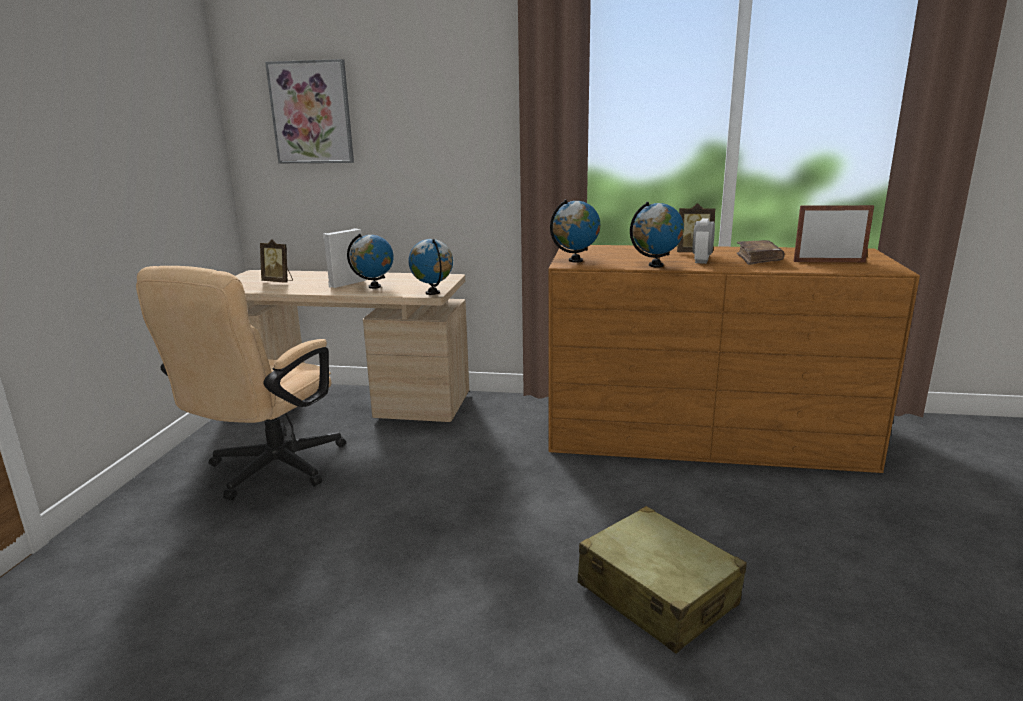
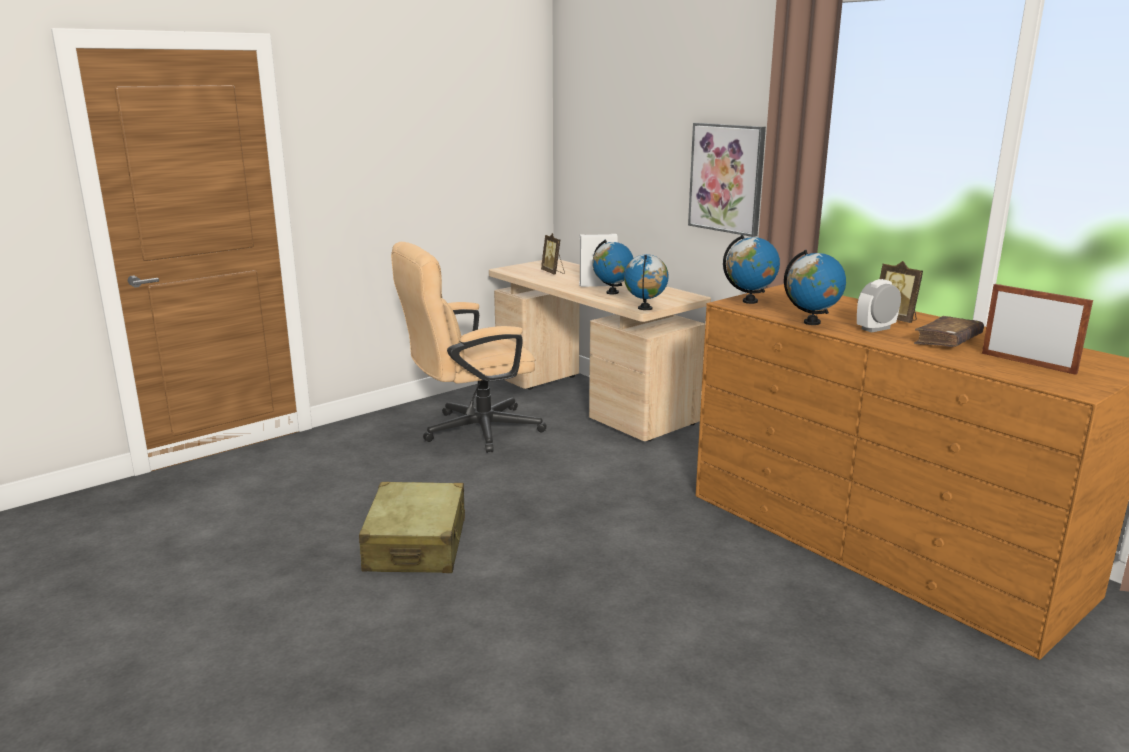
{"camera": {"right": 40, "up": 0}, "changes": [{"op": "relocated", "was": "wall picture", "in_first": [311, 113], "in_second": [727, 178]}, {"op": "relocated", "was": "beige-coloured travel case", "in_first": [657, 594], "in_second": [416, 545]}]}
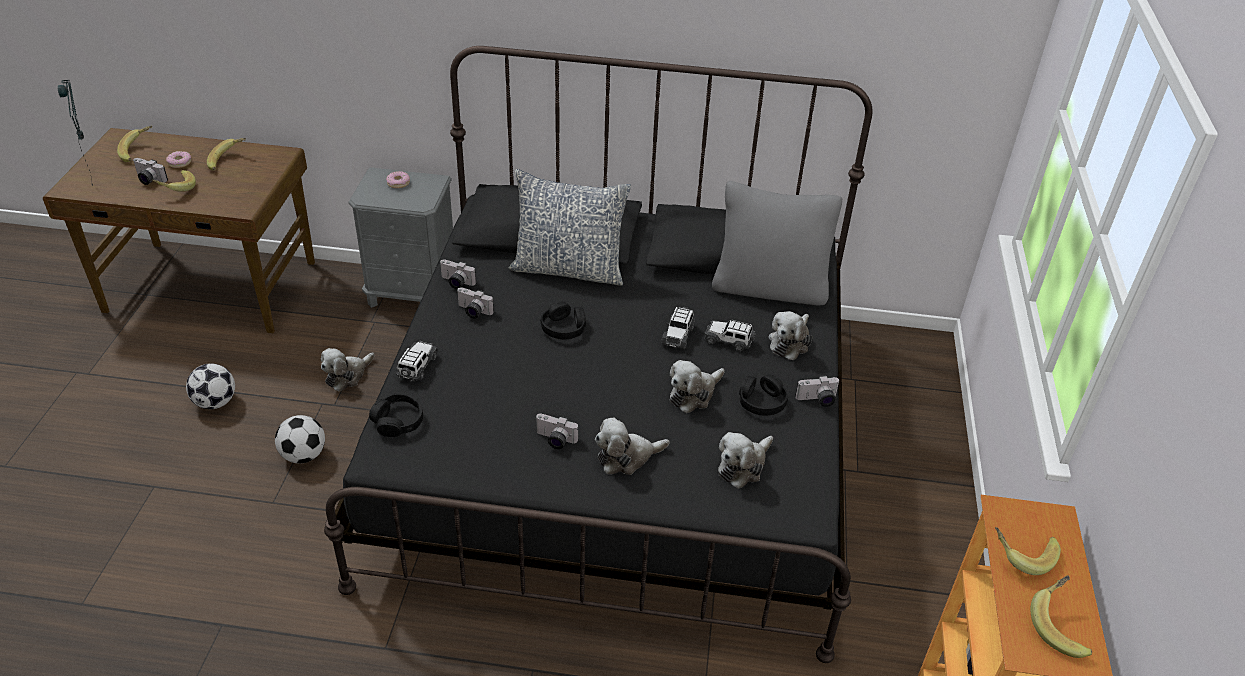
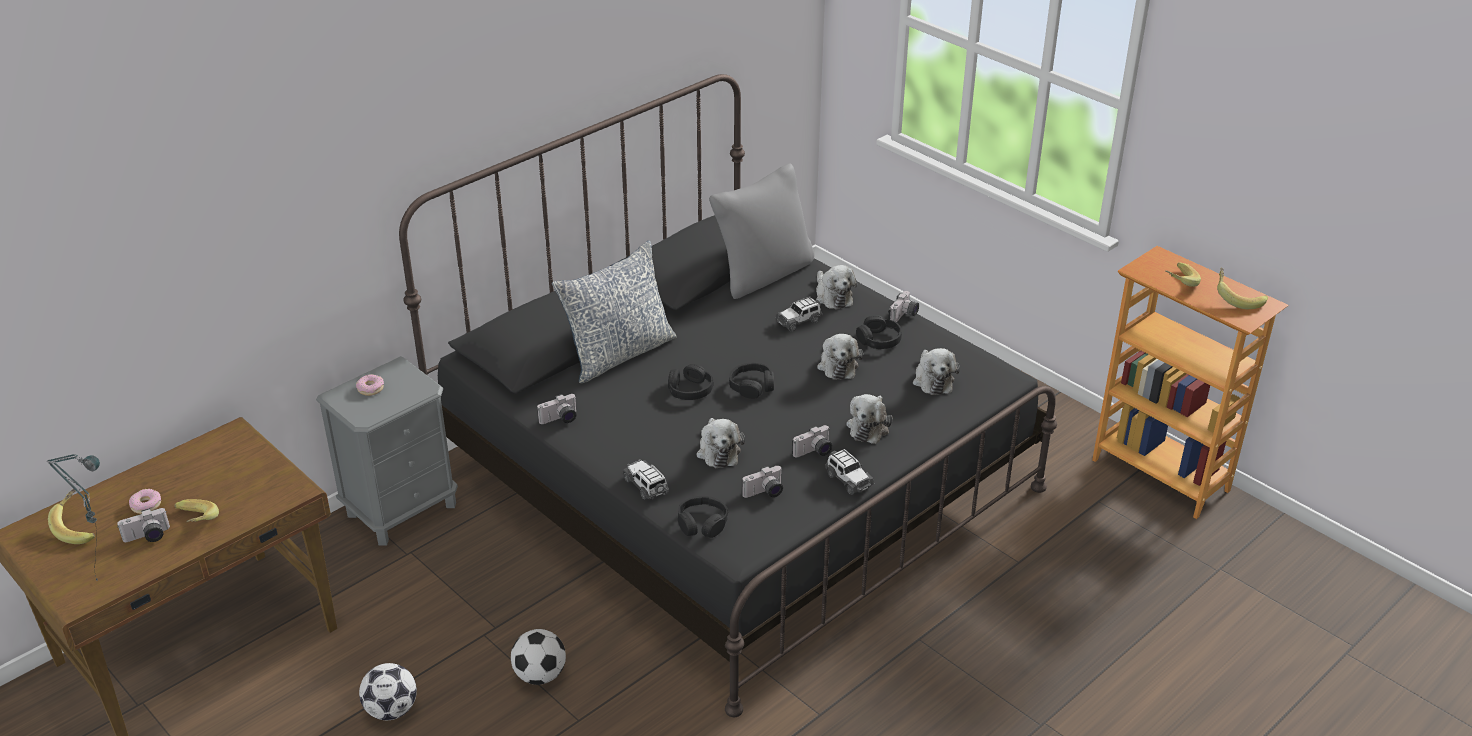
{"camera": {"right": -50, "up": -5}, "changes": [{"op": "missing", "was": "whole banana", "in_first": [229, 162]}, {"op": "appeared", "now": "blackish pair of headphones", "in_second": [752, 386]}, {"op": "relocated", "was": "soft toy", "in_first": [347, 375], "in_second": [718, 451]}, {"op": "relocated", "was": "still camera", "in_first": [473, 312], "in_second": [764, 493]}, {"op": "relocated", "was": "model car", "in_first": [678, 335], "in_second": [848, 480]}]}
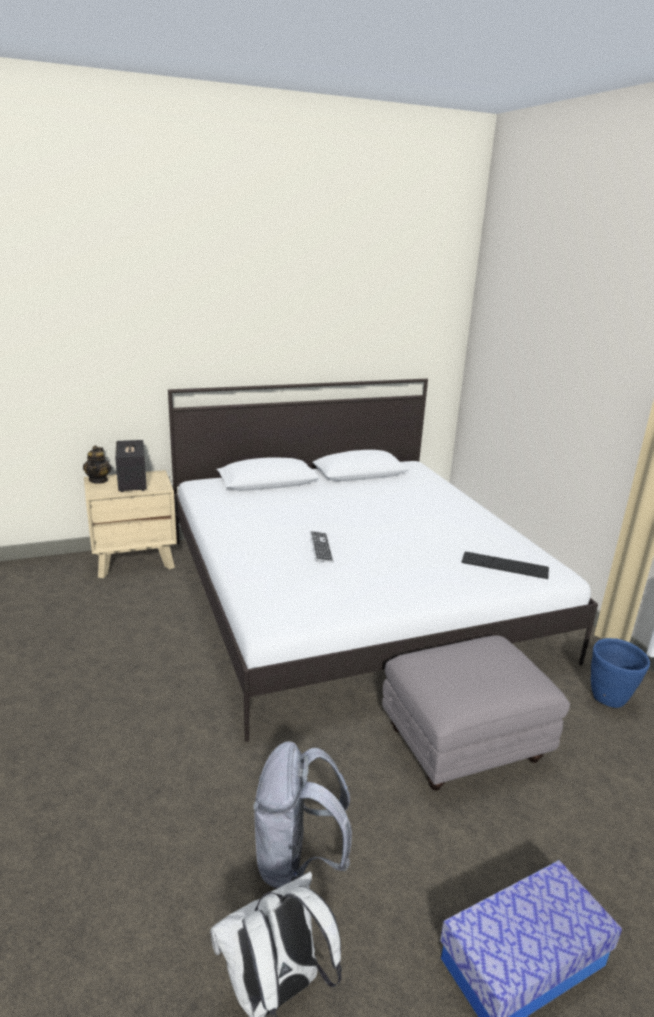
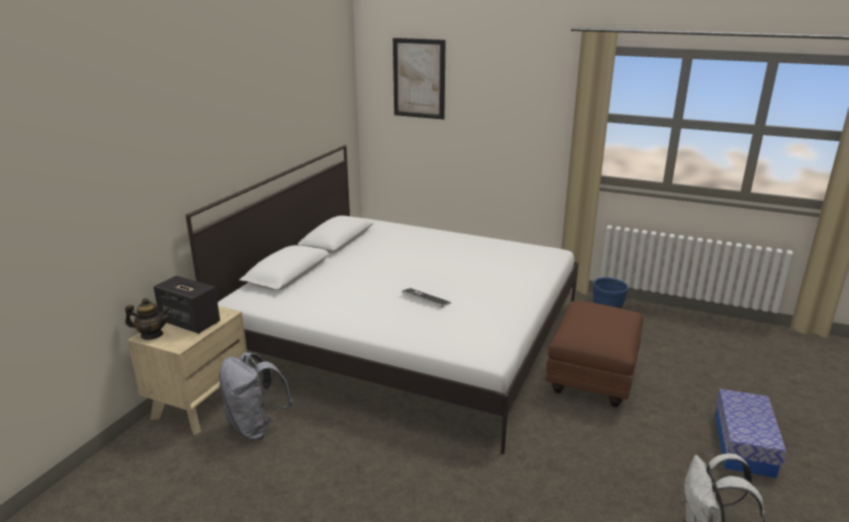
{"camera": {"right": -45, "up": 0}, "changes": [{"op": "missing", "was": "keyboard", "in_first": [504, 565]}, {"op": "appeared", "now": "wall picture", "in_second": [419, 78]}, {"op": "relocated", "was": "grey knapsack", "in_first": [297, 860], "in_second": [256, 427]}, {"op": "colour", "was": "grey pouffe", "now": "brown-coloured pouffe", "in_first": [465, 744], "in_second": [592, 377]}, {"op": "spun", "was": "pot for tea", "in_first": [98, 480], "in_second": [152, 335], "clockwise": -45}]}
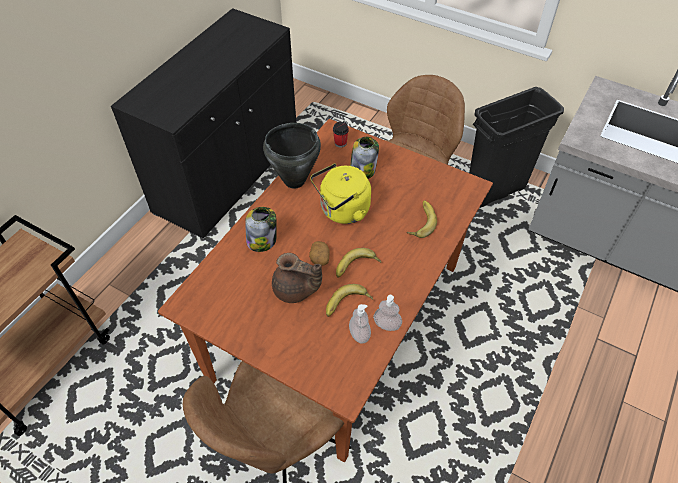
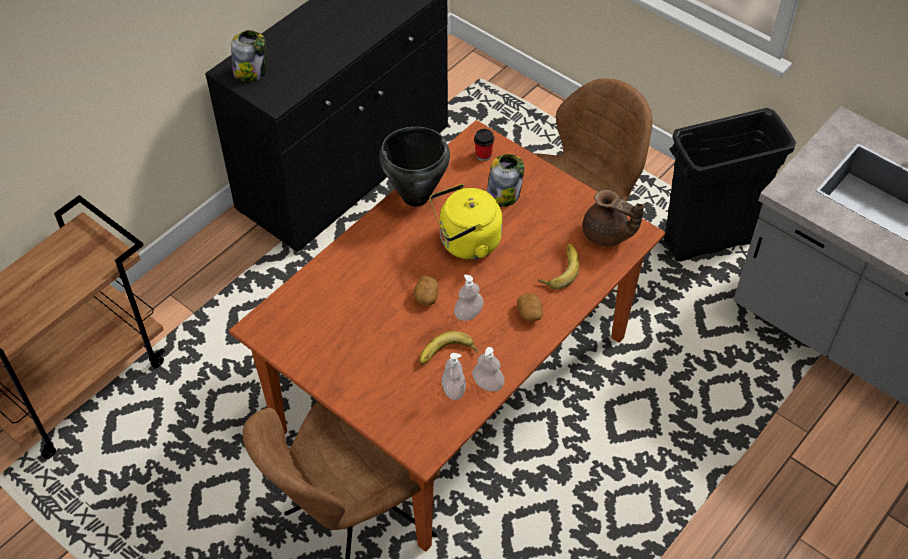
{"camera": {"right": 10, "up": 0}, "changes": [{"op": "appeared", "now": "potato", "in_second": [530, 313]}, {"op": "relocated", "was": "storage jar", "in_first": [262, 240], "in_second": [251, 71]}, {"op": "relocated", "was": "brown-coloured pot for tea", "in_first": [295, 290], "in_second": [606, 235]}, {"op": "exchanged", "was": "whole banana", "now": "soap dispenser", "in_first": [357, 267], "in_second": [468, 313]}]}
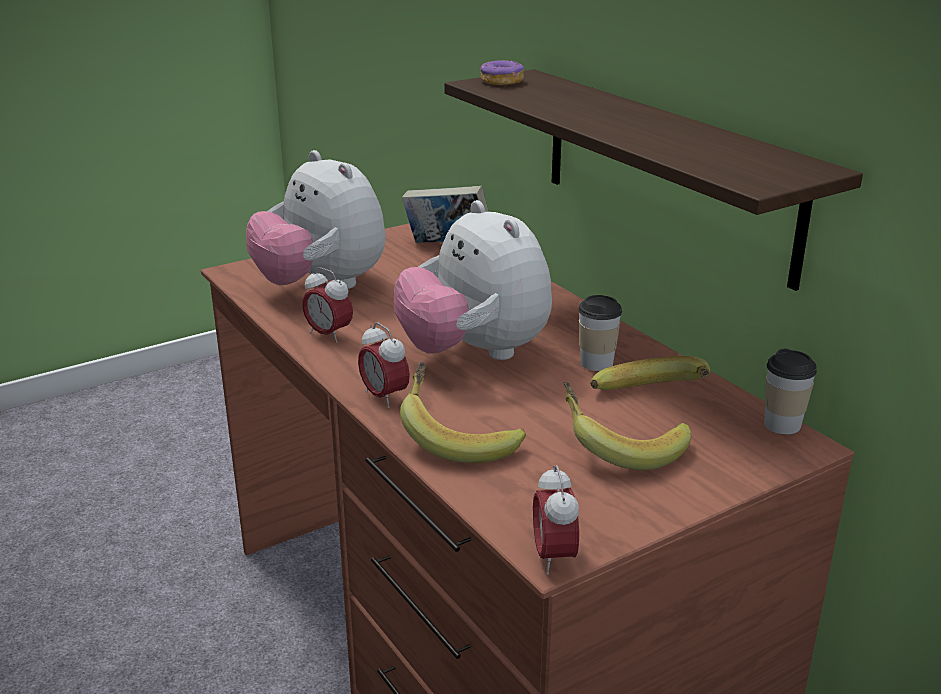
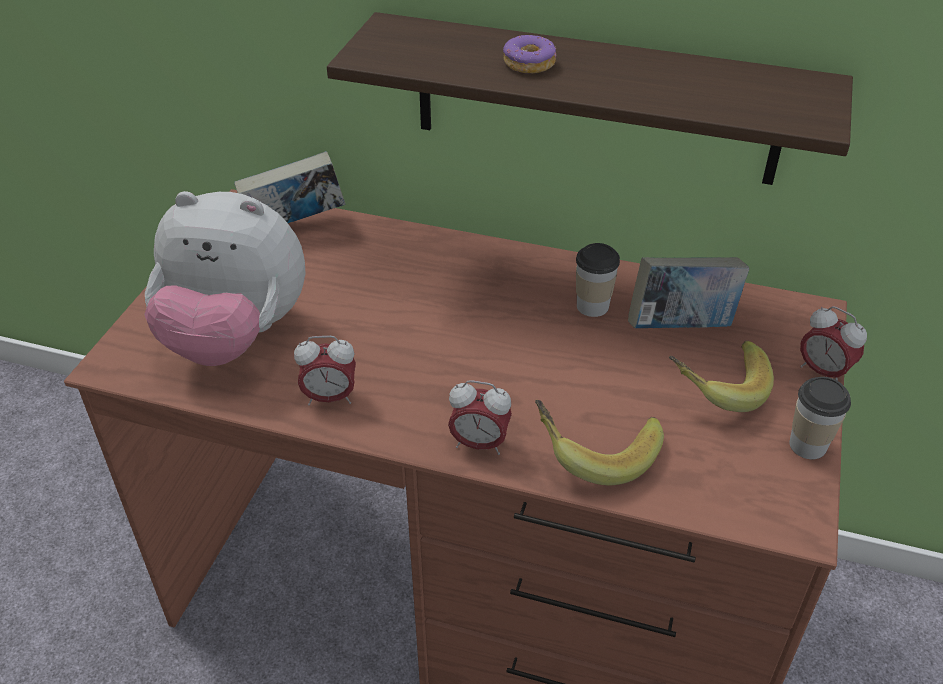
{"camera": {"right": -40, "up": 15}, "changes": [{"op": "missing", "was": "soft toy", "in_first": [474, 353]}, {"op": "relocated", "was": "ring doughnut", "in_first": [502, 81], "in_second": [529, 64]}, {"op": "relocated", "was": "table clock", "in_first": [554, 557], "in_second": [823, 372]}, {"op": "relocated", "was": "small cup", "in_first": [782, 425], "in_second": [808, 445]}, {"op": "exchanged", "was": "whole banana", "now": "volume", "in_first": [654, 403], "in_second": [681, 326]}]}
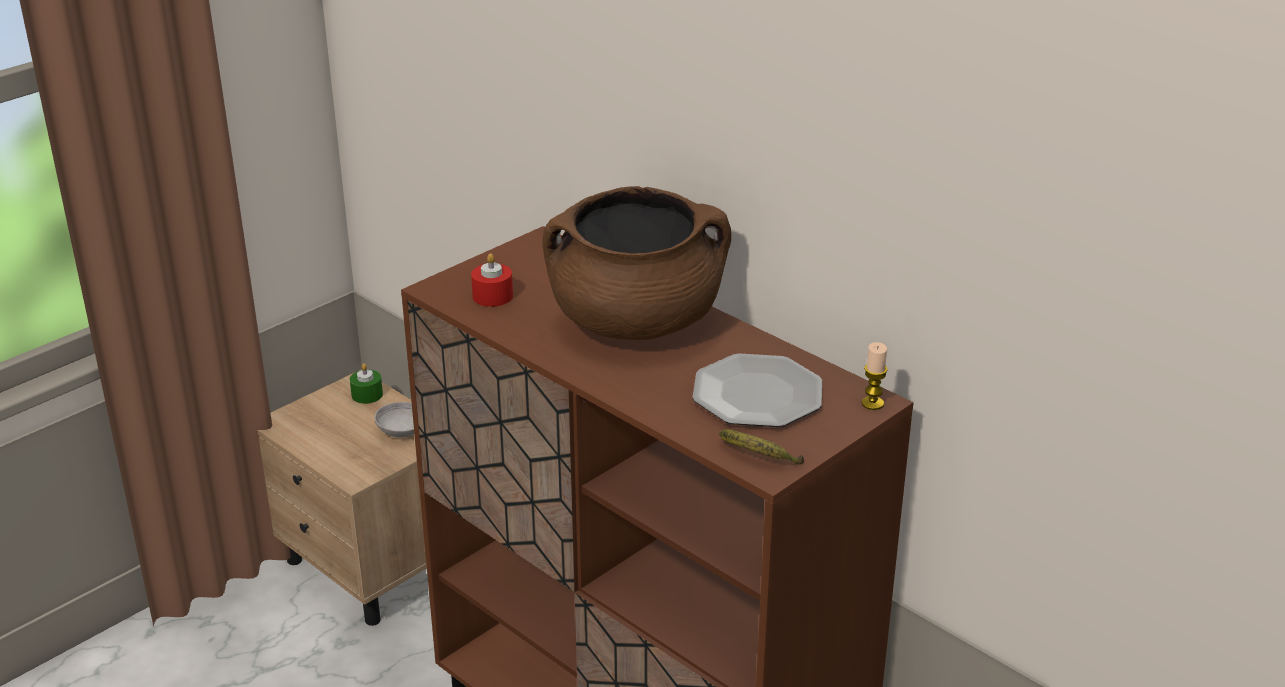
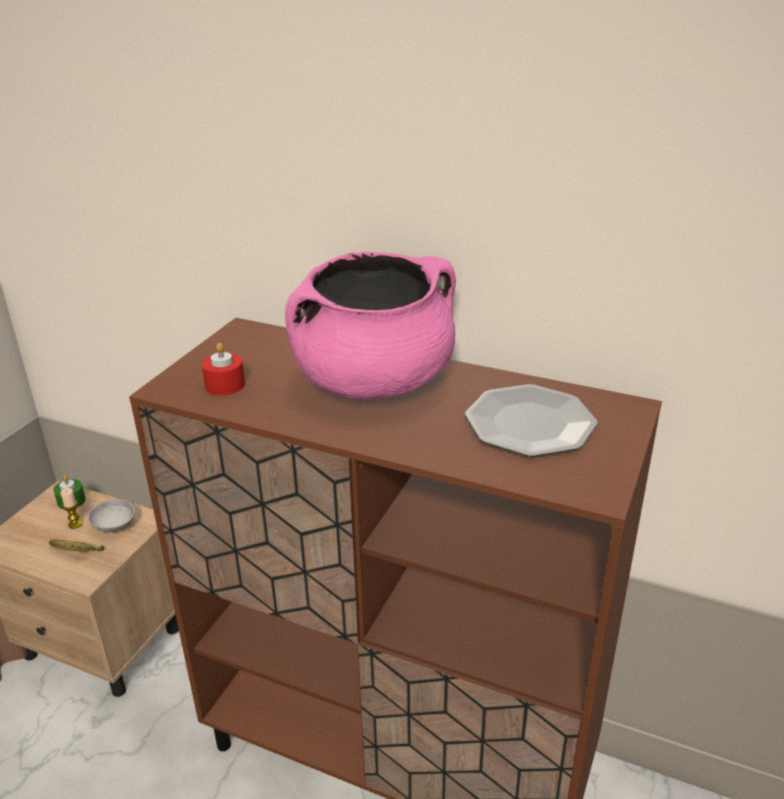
{"camera": {"right": -20, "up": 0}, "changes": [{"op": "relocated", "was": "whole banana", "in_first": [757, 457], "in_second": [75, 552]}, {"op": "relocated", "was": "wax light", "in_first": [872, 403], "in_second": [75, 524]}, {"op": "colour", "was": "brown-coloured stockpot", "now": "pink-coloured stockpot", "in_first": [636, 322], "in_second": [374, 381]}]}
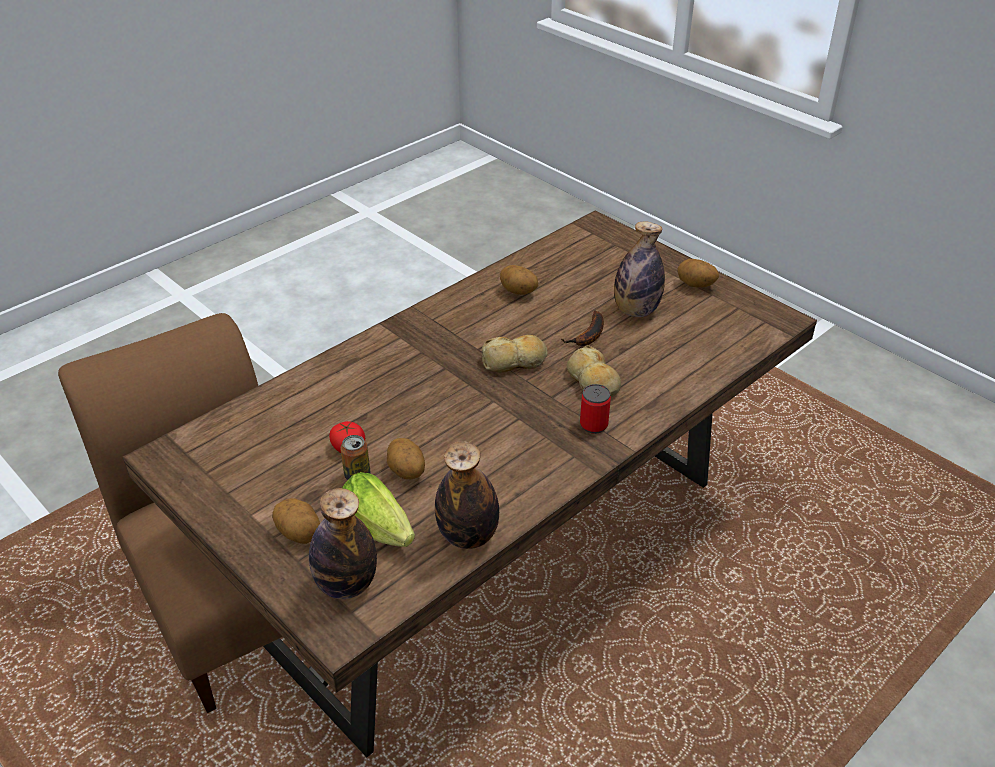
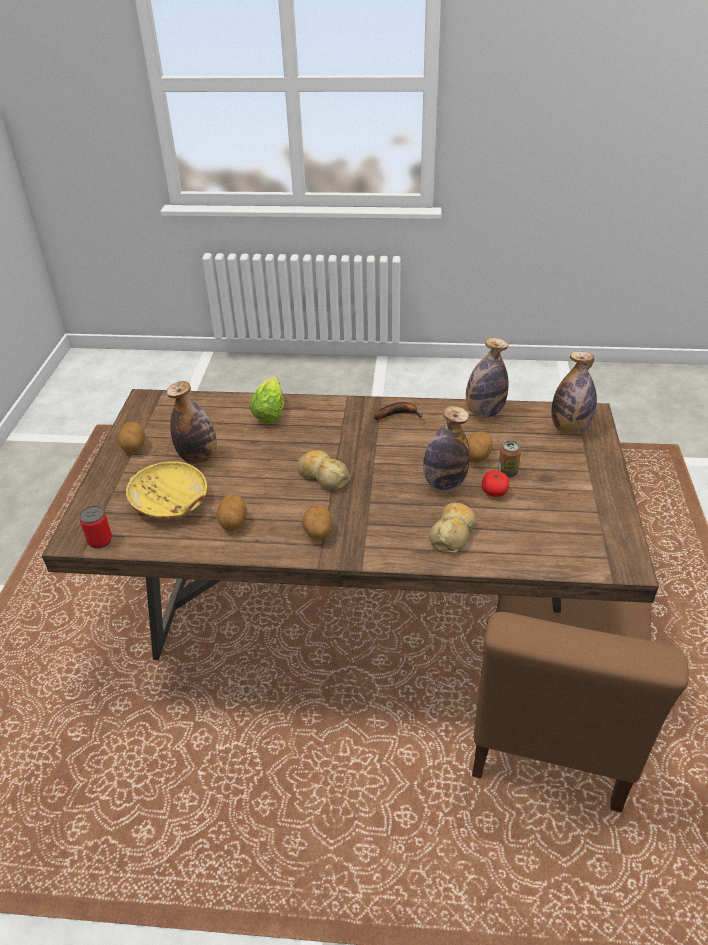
{"camera": {"right": -130, "up": 0}, "changes": [{"op": "appeared", "now": "yellow-coloured bowl", "in_second": [171, 502]}, {"op": "appeared", "now": "bottle", "in_second": [444, 483]}, {"op": "relocated", "was": "potato", "in_first": [299, 533], "in_second": [317, 533]}, {"op": "relocated", "was": "lettuce", "in_first": [380, 530], "in_second": [270, 410]}, {"op": "relocated", "was": "whole banana", "in_first": [589, 336], "in_second": [398, 414]}, {"op": "relocated", "was": "bread", "in_first": [593, 382], "in_second": [452, 533]}, {"op": "relocated", "was": "sealed can", "in_first": [593, 425], "in_second": [100, 540]}]}
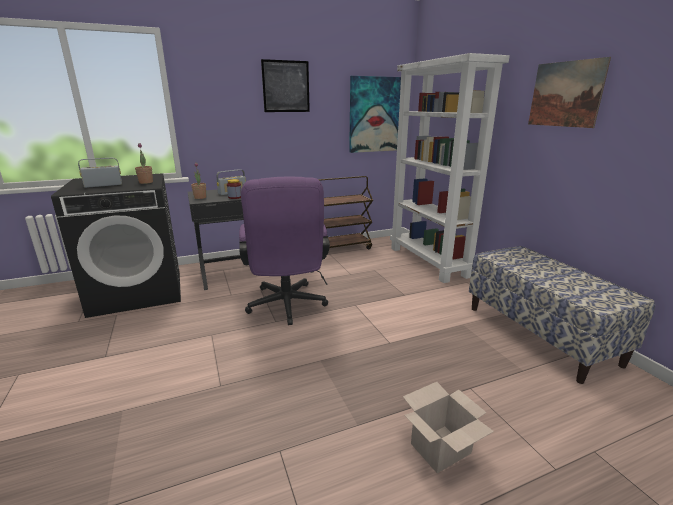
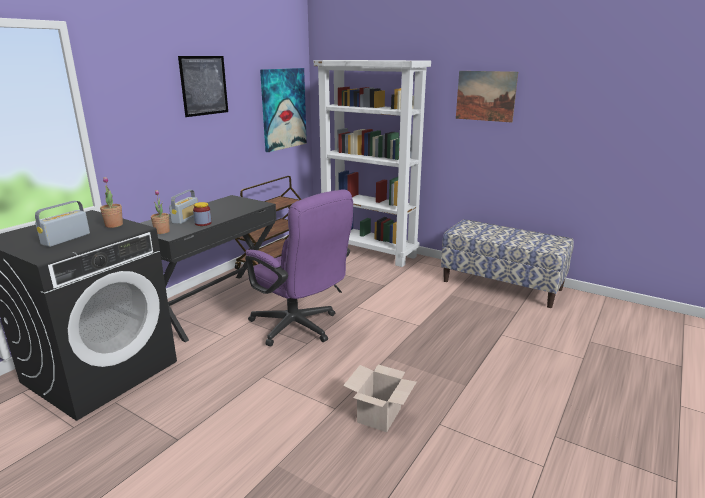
{"camera": {"right": -35, "up": 0}, "changes": [{"op": "relocated", "was": "packing box", "in_first": [440, 449], "in_second": [379, 416]}]}
